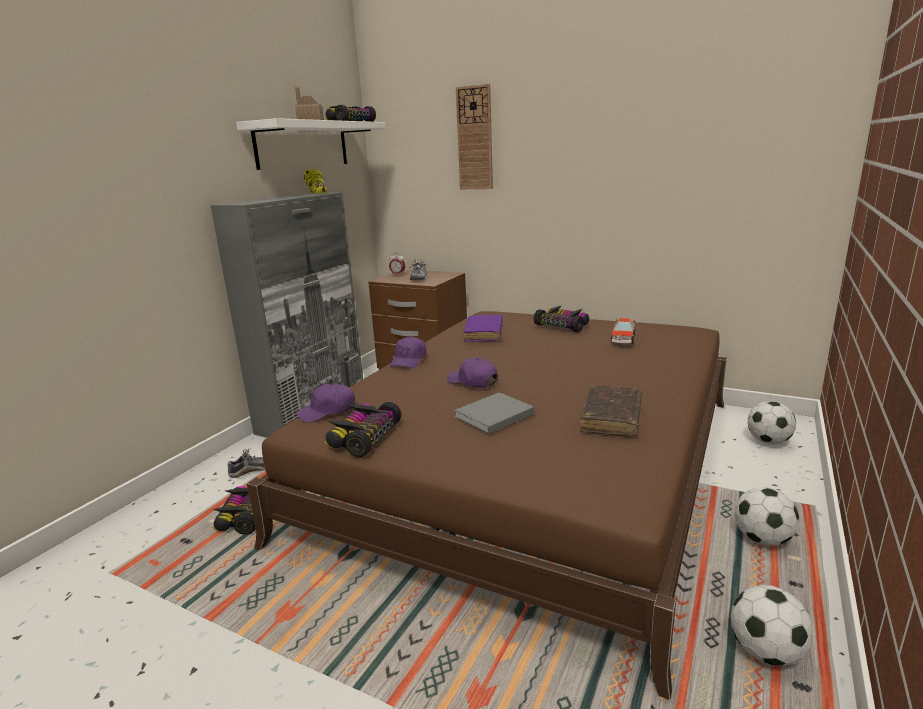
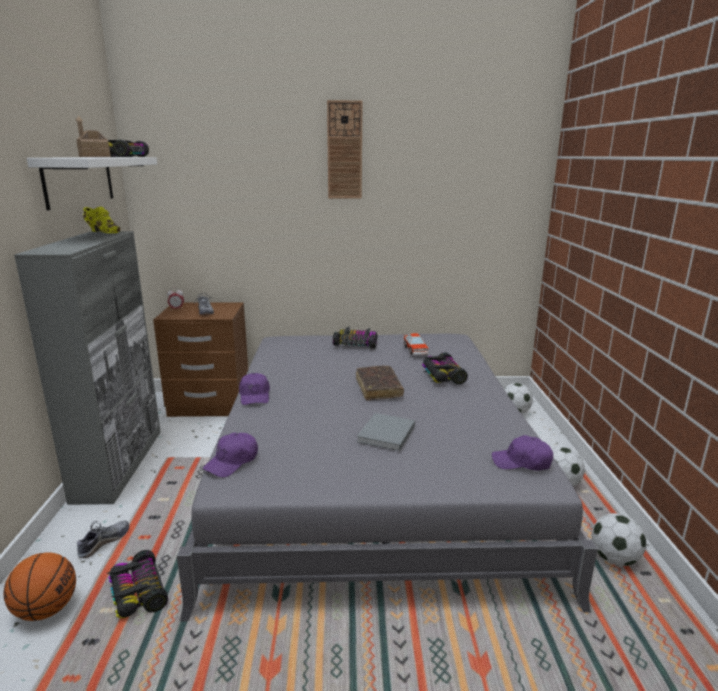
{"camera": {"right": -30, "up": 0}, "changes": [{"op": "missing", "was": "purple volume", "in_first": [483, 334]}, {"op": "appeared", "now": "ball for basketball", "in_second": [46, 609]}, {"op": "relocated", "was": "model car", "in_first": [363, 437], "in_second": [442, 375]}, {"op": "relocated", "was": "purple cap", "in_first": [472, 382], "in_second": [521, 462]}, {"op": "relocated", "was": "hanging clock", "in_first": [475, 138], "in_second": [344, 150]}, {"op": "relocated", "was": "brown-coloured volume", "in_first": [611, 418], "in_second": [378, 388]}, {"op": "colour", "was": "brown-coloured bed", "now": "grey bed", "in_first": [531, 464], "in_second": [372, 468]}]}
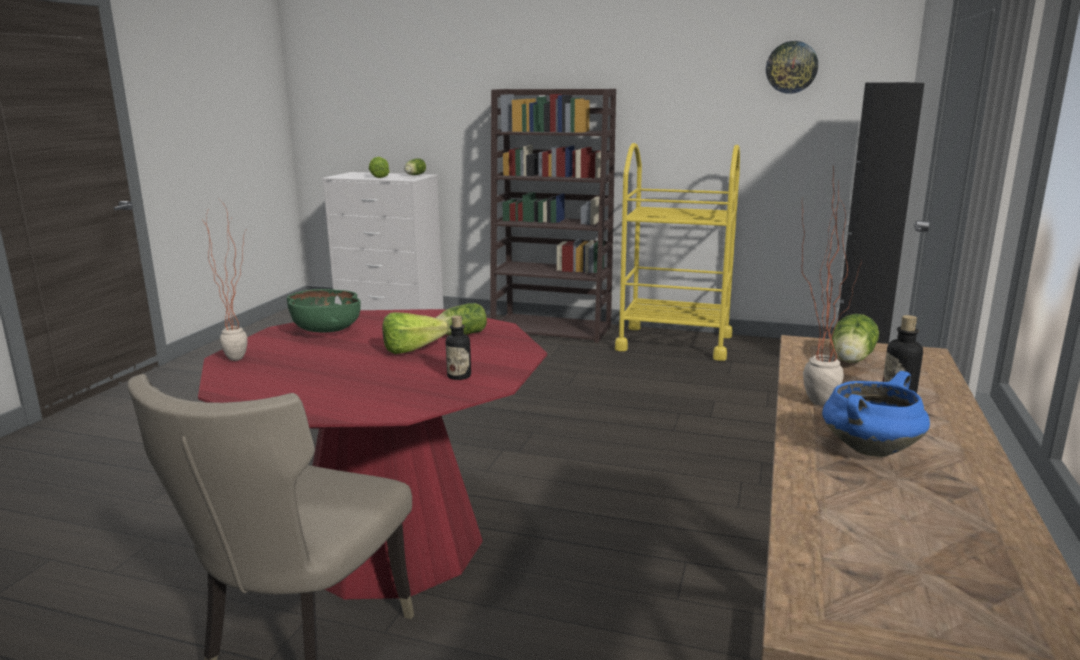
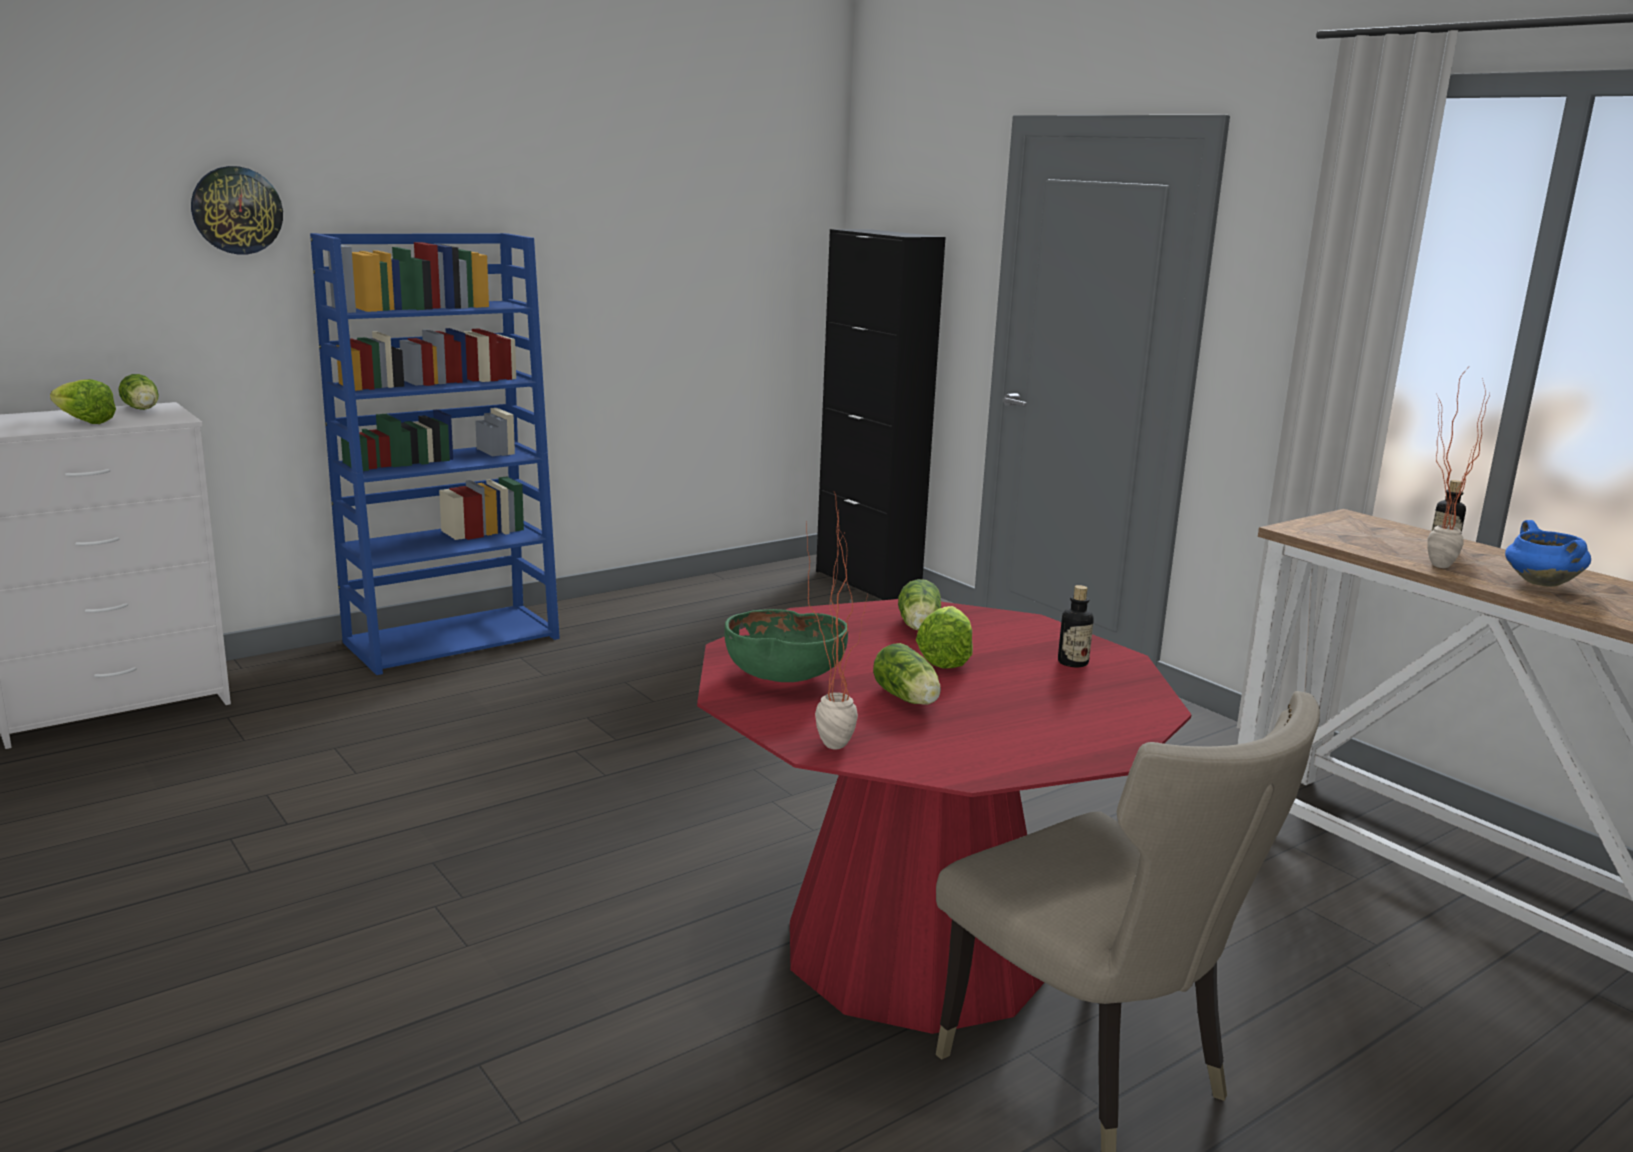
{"camera": {"right": -55, "up": 0}, "changes": [{"op": "missing", "was": "yellow-coloured wheeled cart", "in_first": [674, 343]}, {"op": "relocated", "was": "hanging clock", "in_first": [791, 67], "in_second": [237, 210]}, {"op": "relocated", "was": "lettuce", "in_first": [850, 360], "in_second": [908, 699]}, {"op": "colour", "was": "brown-coloured bookcase", "now": "blue-coloured bookcase", "in_first": [553, 329], "in_second": [453, 639]}]}
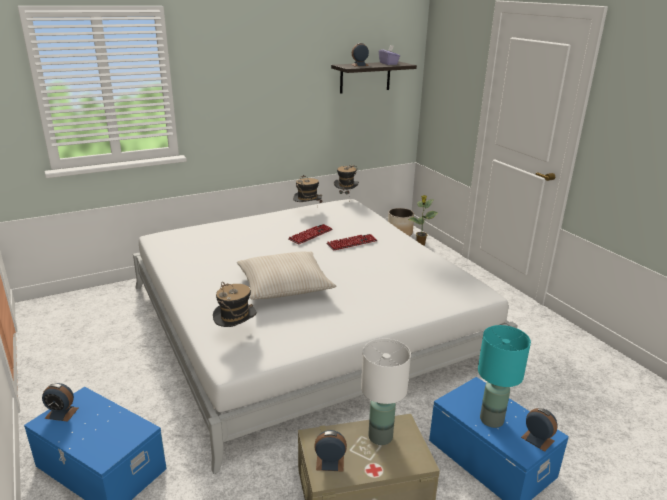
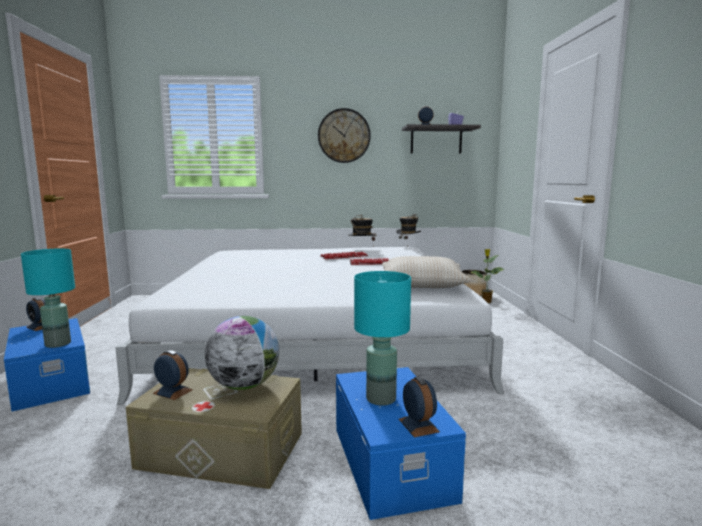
{"camera": {"right": 25, "up": -15}, "changes": [{"op": "missing", "was": "wearable hat", "in_first": [236, 333]}, {"op": "appeared", "now": "turquoise-coloured tabletop lamp", "in_second": [58, 344]}, {"op": "appeared", "now": "hanging clock", "in_second": [344, 136]}, {"op": "relocated", "was": "beige-coloured cushion", "in_first": [284, 285], "in_second": [421, 284]}, {"op": "exchanged", "was": "white-coloured tabletop lamp", "now": "globe", "in_first": [379, 436], "in_second": [244, 385]}]}
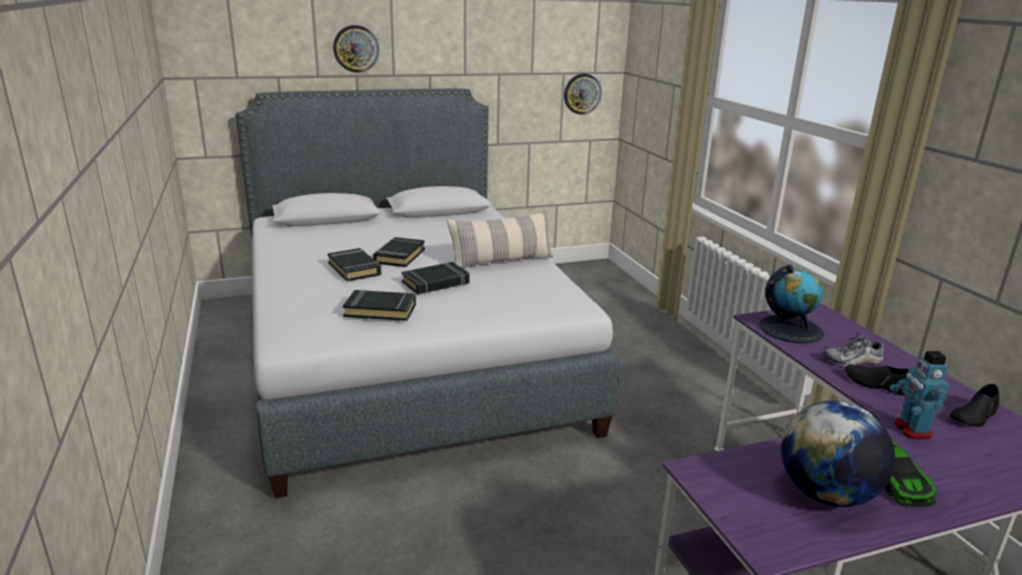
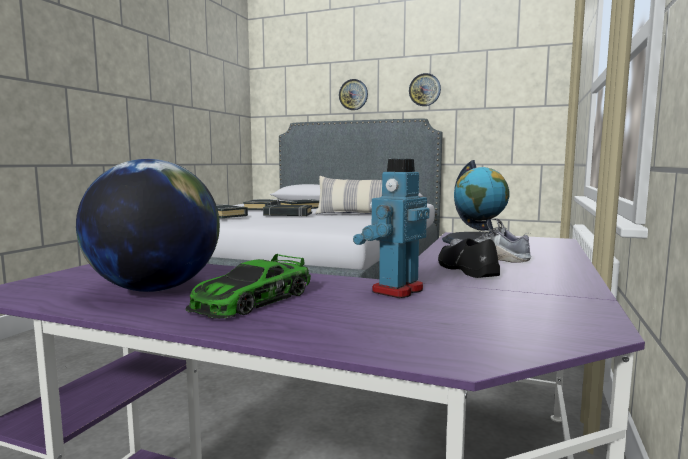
{"camera": {"right": 40, "up": -15}, "changes": [{"op": "missing", "was": "blackish item of footwear", "in_first": [974, 416]}, {"op": "relocated", "was": "hanging clock", "in_first": [582, 94], "in_second": [424, 90]}]}
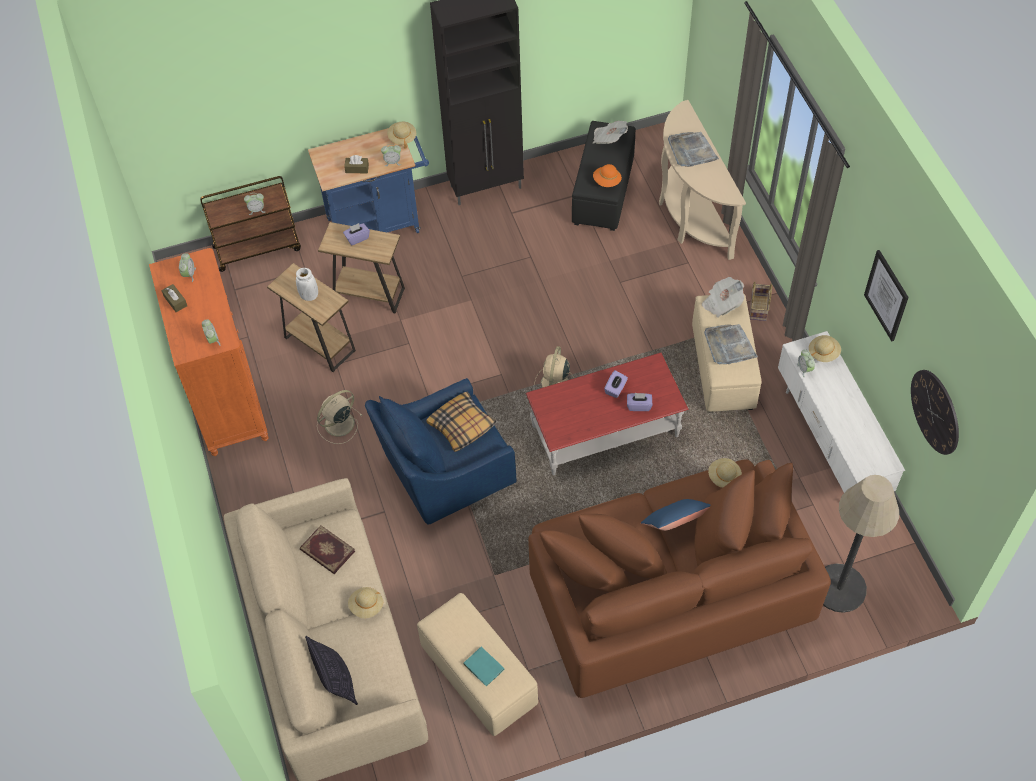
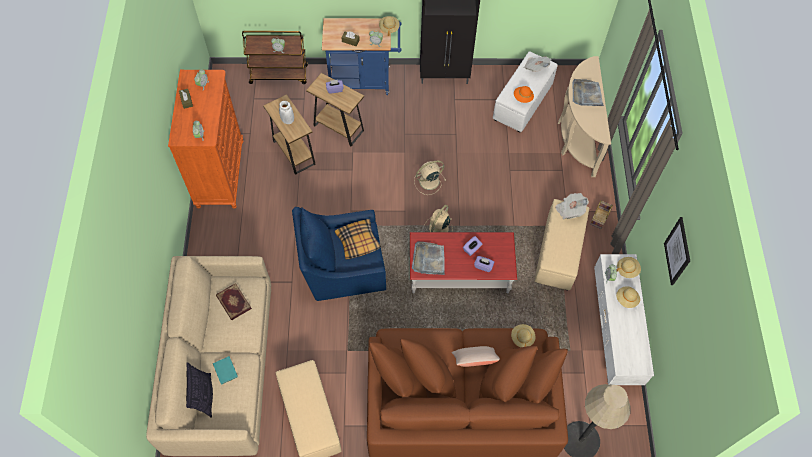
{"camera": {"right": 15, "up": 5}, "changes": [{"op": "missing", "was": "hanging clock", "in_first": [935, 411]}, {"op": "relocated", "was": "beige-coloured cooling fan", "in_first": [338, 424], "in_second": [428, 181]}, {"op": "relocated", "was": "beige-coloured wearable hat", "in_first": [366, 606], "in_second": [626, 299]}, {"op": "relocated", "was": "turquoise-coloured volume", "in_first": [484, 668], "in_second": [225, 371]}, {"op": "relocated", "was": "grey tray", "in_first": [729, 346], "in_second": [428, 259]}, {"op": "colour", "was": "blackish pouffe", "now": "white-coloured pouffe", "in_first": [603, 192], "in_second": [522, 103]}, {"op": "colour", "was": "blue-coloured cushion", "now": "beige-coloured cushion", "in_first": [674, 525], "in_second": [474, 362]}]}
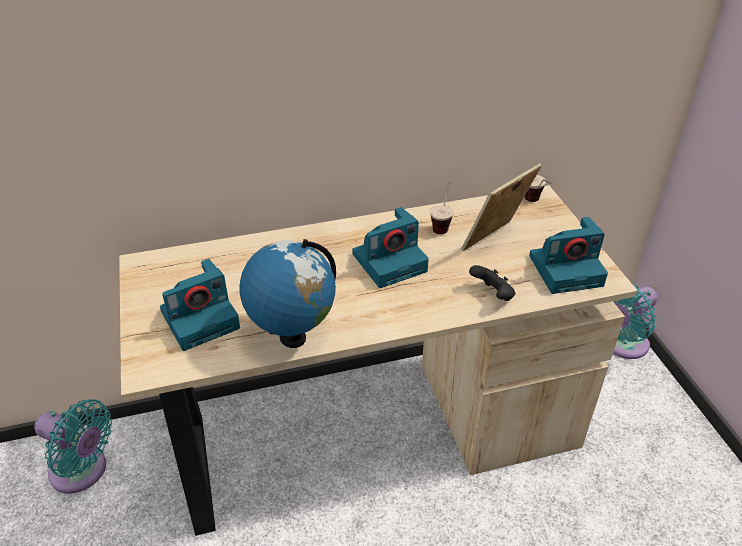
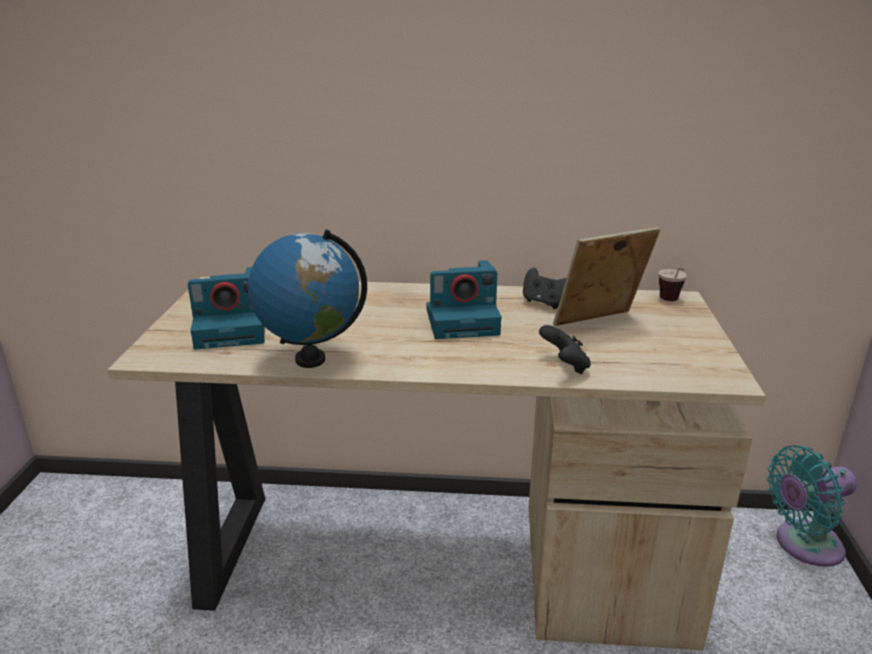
{"camera": {"right": 20, "up": -15}, "changes": [{"op": "missing", "was": "turquoise-coloured cooling fan", "in_first": [83, 471]}, {"op": "missing", "was": "still camera", "in_first": [567, 269]}, {"op": "exchanged", "was": "small cup", "now": "blackish game controller", "in_first": [442, 224], "in_second": [545, 303]}]}
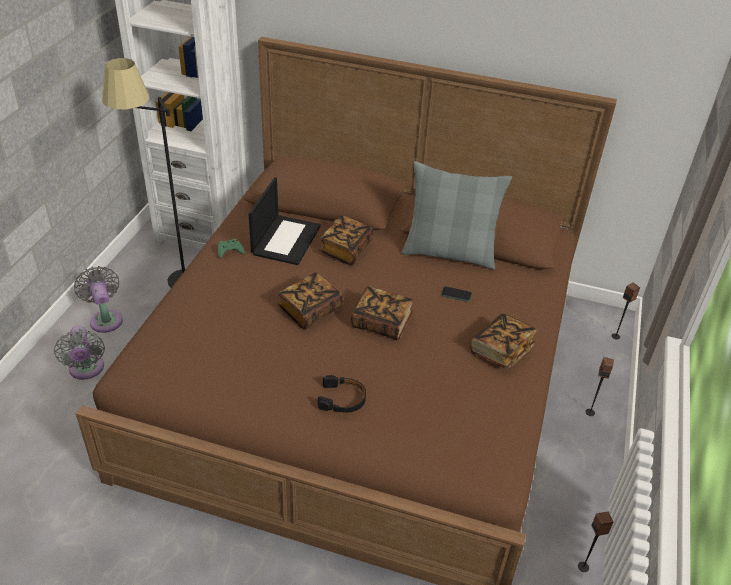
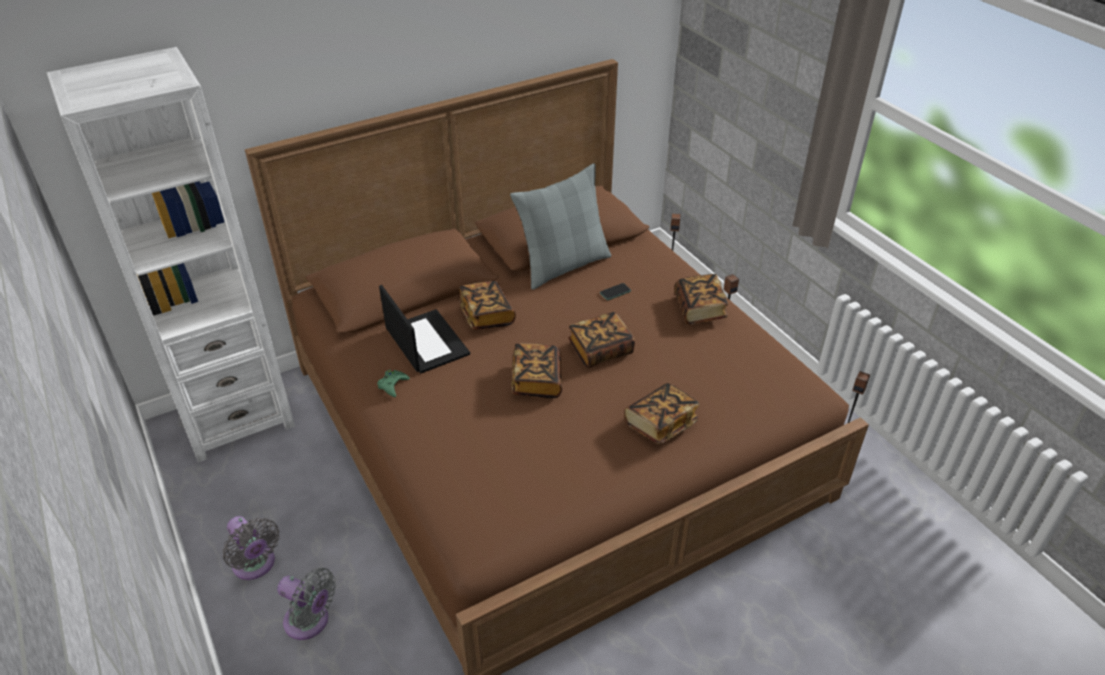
{"camera": {"right": -45, "up": 0}, "changes": [{"op": "missing", "was": "blackish standard lamp", "in_first": [171, 287]}, {"op": "exchanged", "was": "blackish pair of headphones", "now": "volume", "in_first": [342, 399], "in_second": [660, 424]}, {"op": "spun", "was": "grey cooling fan", "in_first": [105, 319], "in_second": [256, 565], "clockwise": -150}]}
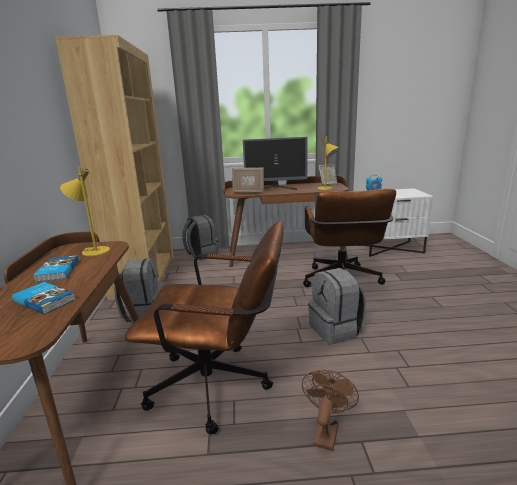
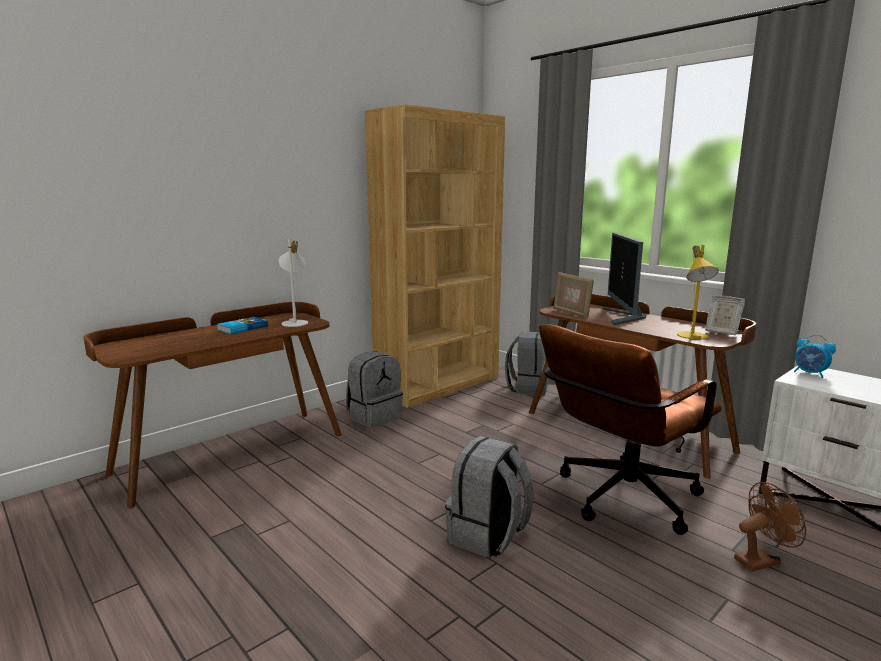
{"camera": {"right": 50, "up": -5}, "changes": [{"op": "missing", "was": "volume", "in_first": [45, 300]}, {"op": "missing", "was": "brown-coloured computer chair", "in_first": [220, 386]}, {"op": "relocated", "was": "brown-coloured cooling fan", "in_first": [326, 431], "in_second": [761, 560]}, {"op": "colour", "was": "yellow-coloured tabletop lamp", "now": "white-coloured tabletop lamp", "in_first": [92, 250], "in_second": [295, 322]}, {"op": "spun", "was": "monitor", "in_first": [276, 188], "in_second": [623, 317], "clockwise": 45}]}
